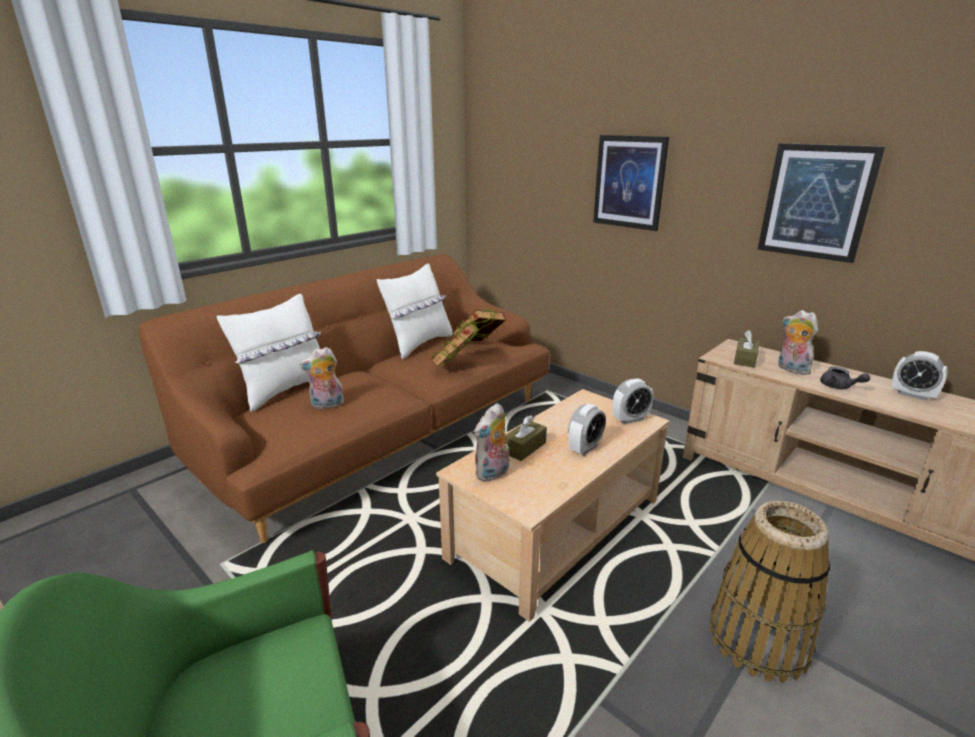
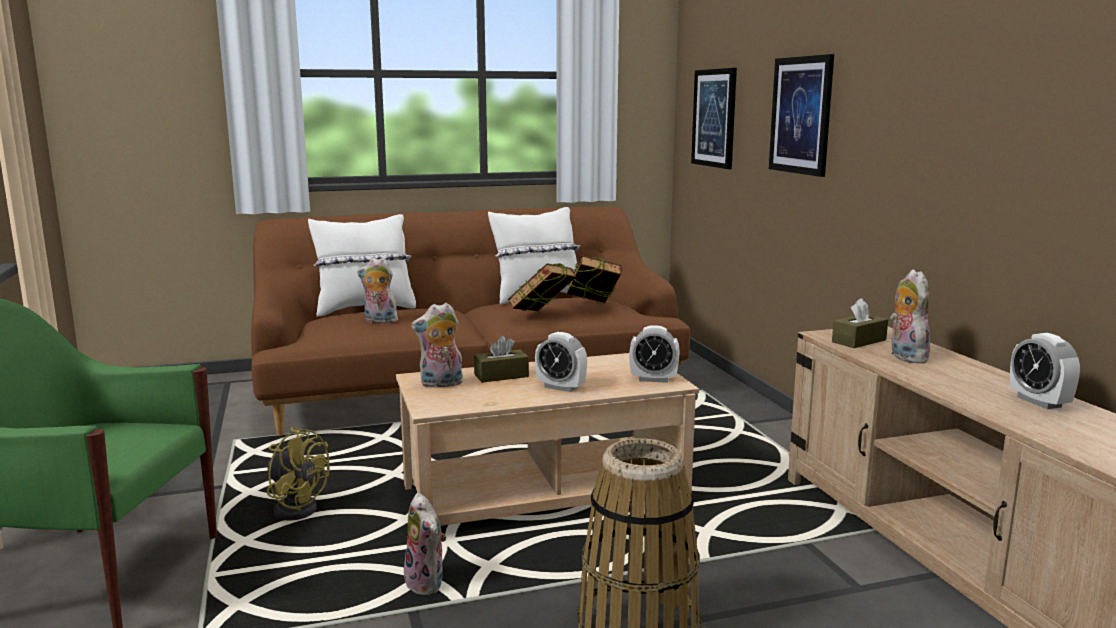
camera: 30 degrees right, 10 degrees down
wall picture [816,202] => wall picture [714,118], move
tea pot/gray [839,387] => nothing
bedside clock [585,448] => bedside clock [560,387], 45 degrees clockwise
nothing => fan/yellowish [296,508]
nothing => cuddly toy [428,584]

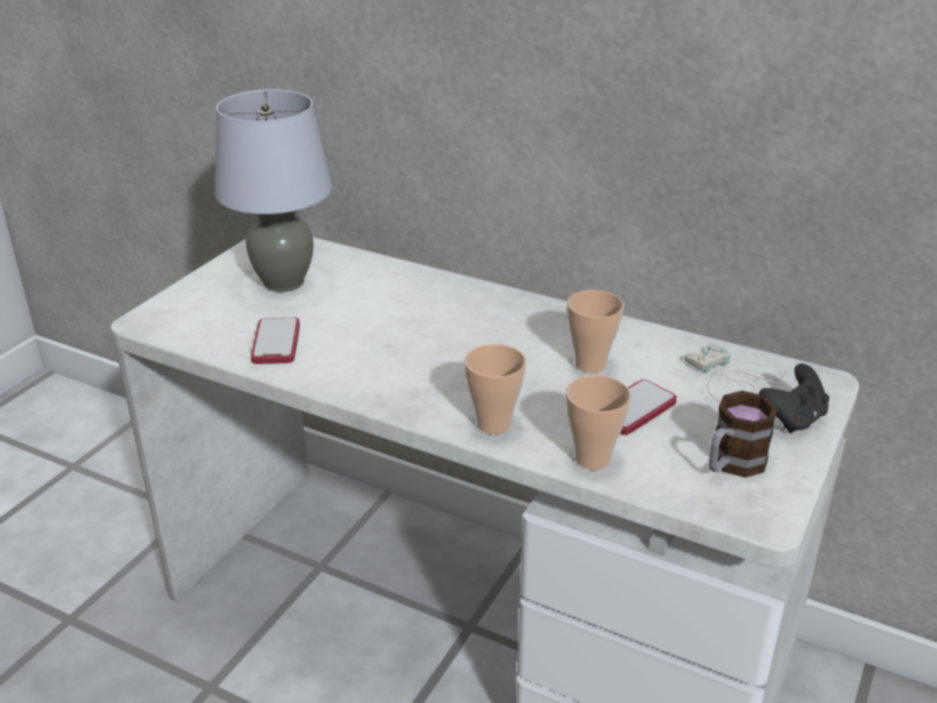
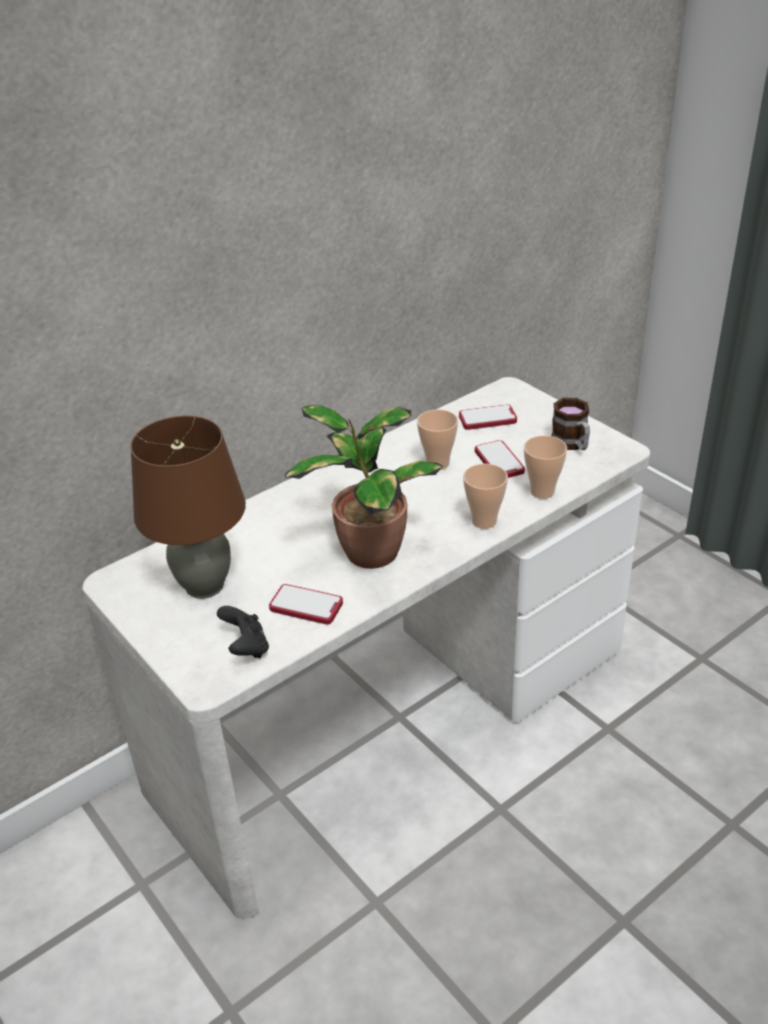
camera: 65 degrees left, 5 degrees up
lamp for a table/gray [283,283] => lamp for a table/brownish [205,586]
gamepad/white [726,380] => telephone [487,419]
gamepad/black [793,419] => gamepad/black [246,647], move
nothing => plant in a pot [368,551]

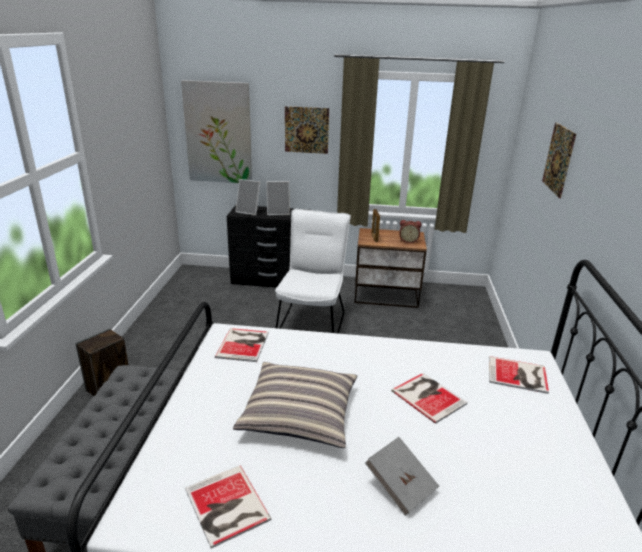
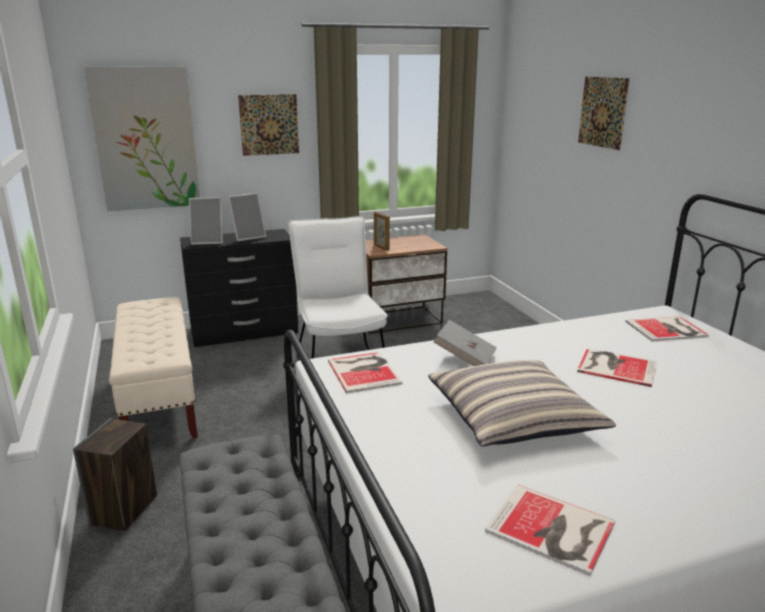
camera: 25 degrees left, 5 degrees down
bedside clock [408,241] => nothing
volume/gray [400,486] => volume/gray [465,358], move
nothing => long seat/beige [159,399]

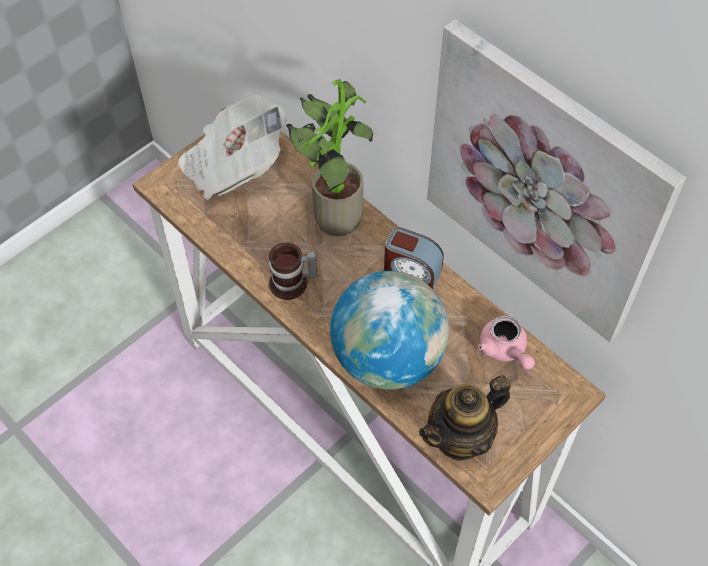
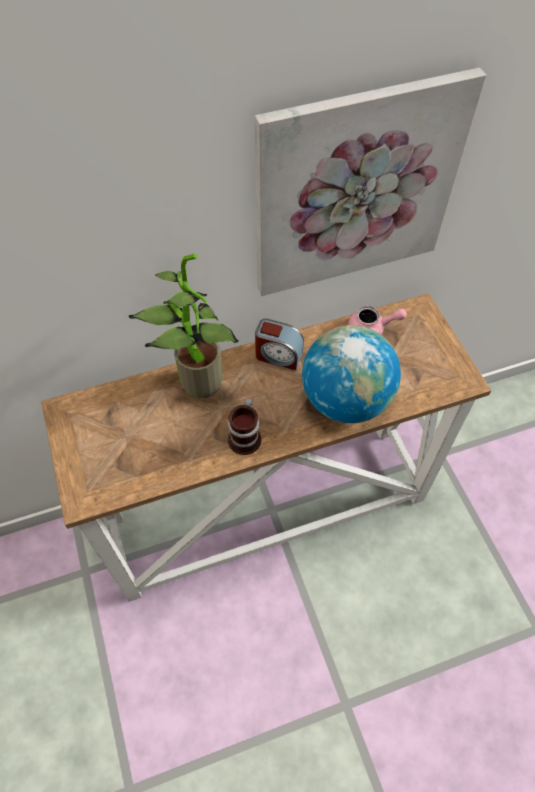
camera: 65 degrees left, 0 degrees up
newspaper [233,165] => nothing
bedside clock [411,272] => bedside clock [278,355], 60 degrees clockwise
tea pot [461,438] => nothing

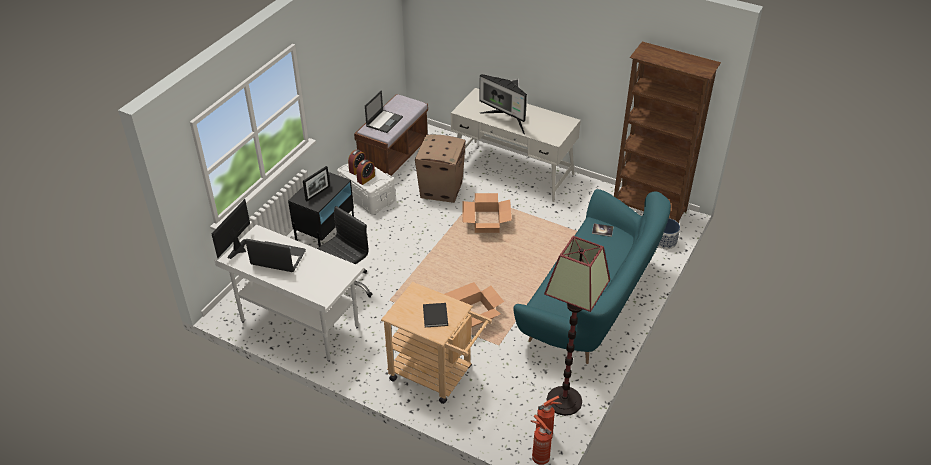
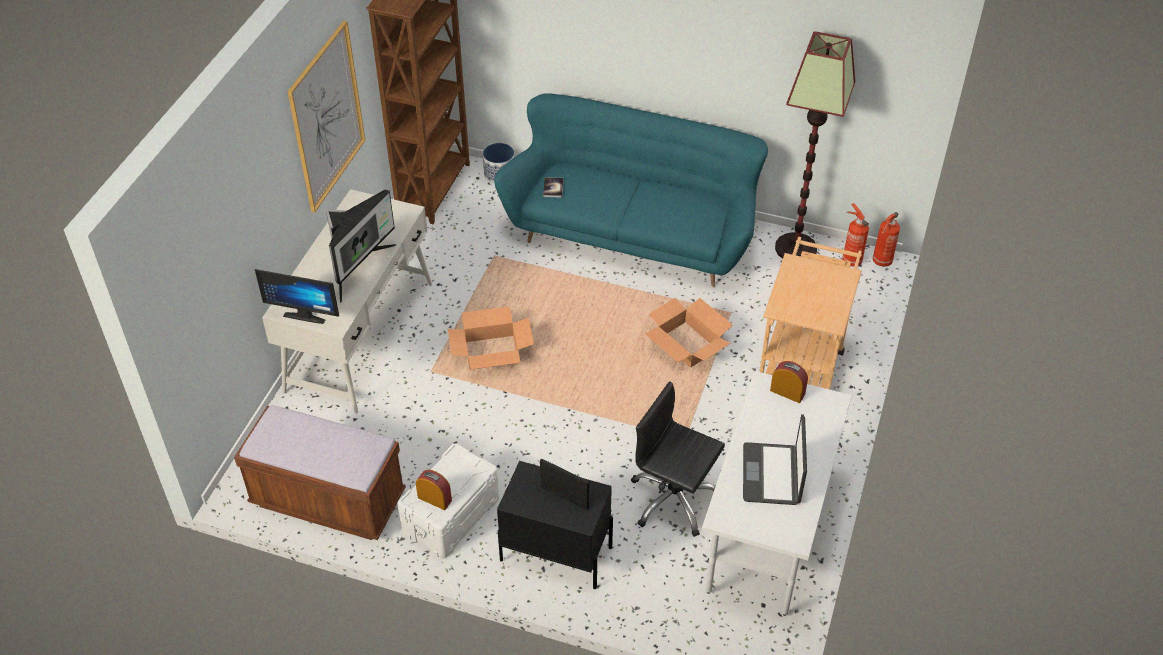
camera: 100 degrees left, 5 degrees up
portable computer [384,121] => nothing
cardboard box [441,189] => nothing
bedside clock [366,179] => bedside clock [787,392], move
computer display [240,250] => computer display [306,314], move
volume/black [435,316] => nothing
nothing => wall picture [327,117]

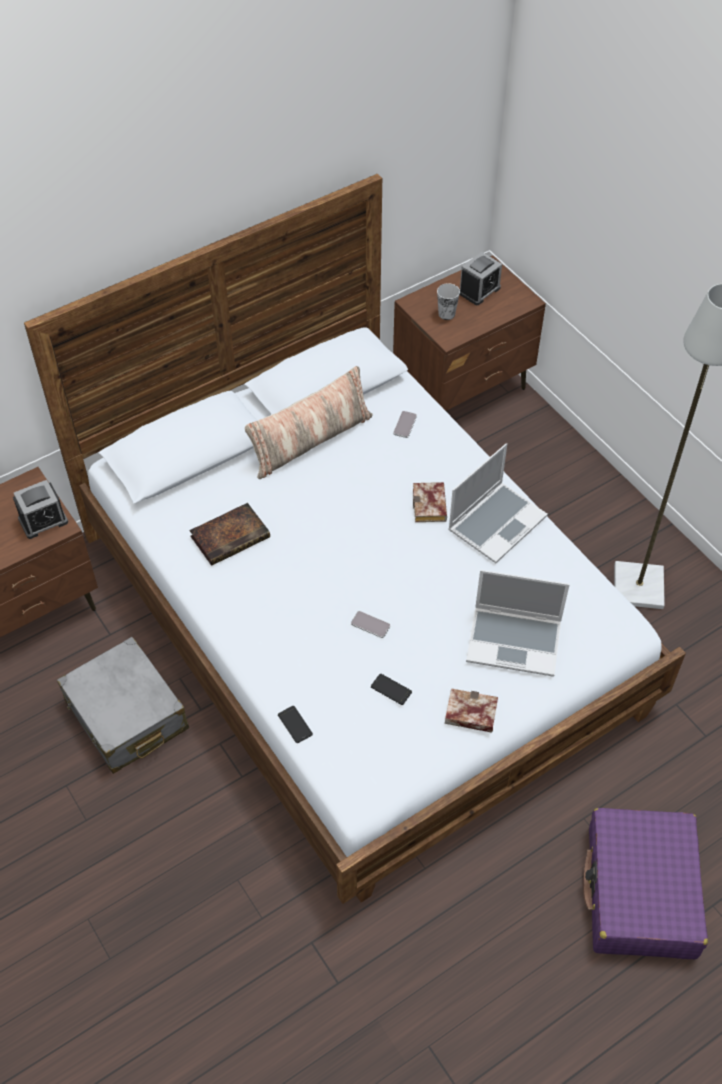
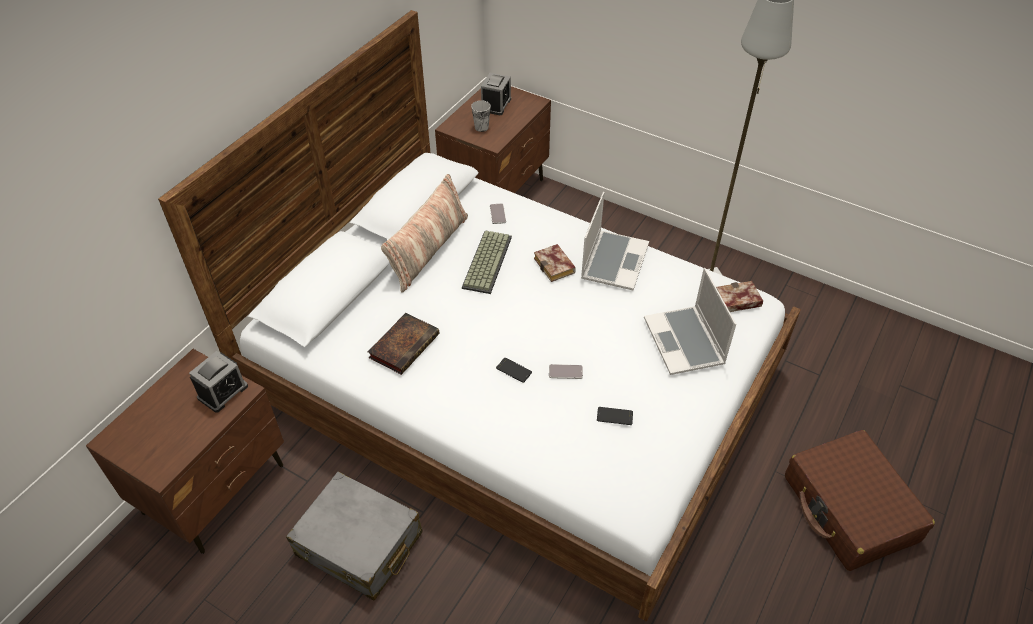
camera: 25 degrees left, 5 degrees down
portable computer [515,641] => portable computer [685,342], 90 degrees clockwise
volume [468,714] => volume [736,301], move
telephone [295,724] => telephone [514,370], move
suitcase/purple [640,892] => suitcase/brownish [850,509]
nothing => keyboard [486,261]

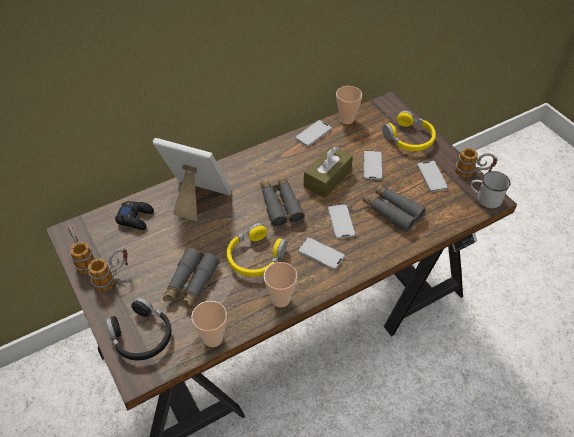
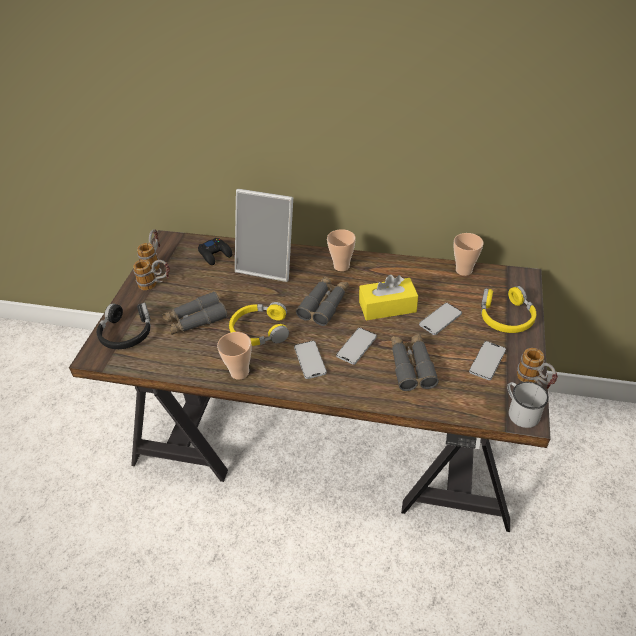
camera: 45 degrees right, 5 degrees down
telephone [313,134] => nothing
standing frame [196,199] => standing frame [269,265], 135 degrees clockwise
box of tissues/brownish [327,178] => box of tissues/yellowish [387,307]
small cup [213,338] => small cup [341,266], move

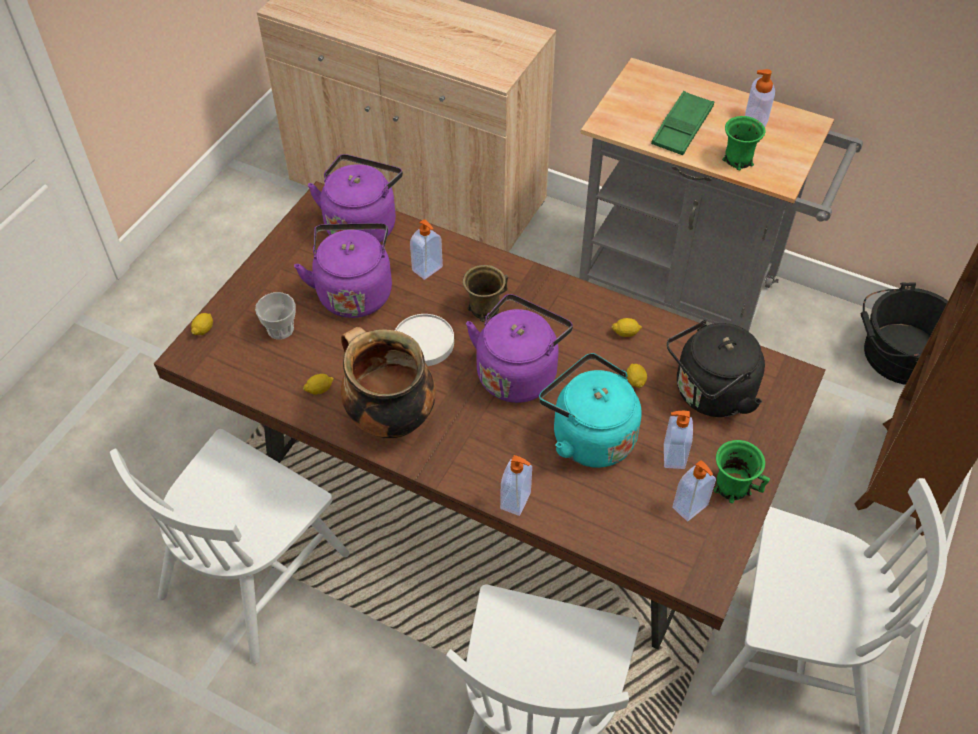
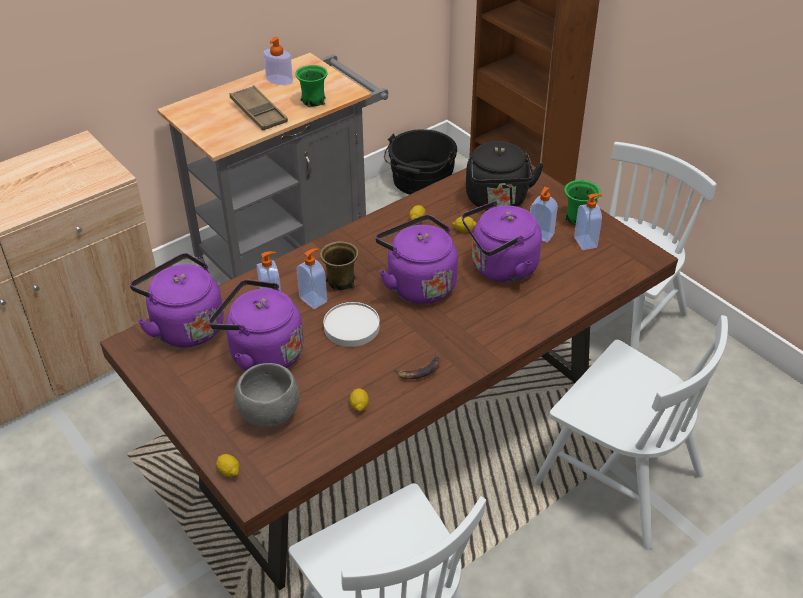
camera: 65 degrees left, 10 degrees down
tray/green [682,128] => tray/brownish [258,113]
small cup [280,329] => bowl/gray [270,414]
cooking pot [389,419] => banana [419,370]
water kettle/turquoise-coloured [588,436] => water kettle/purple [500,268]
soap dispenser [516,501] => soap dispenser [314,299], move

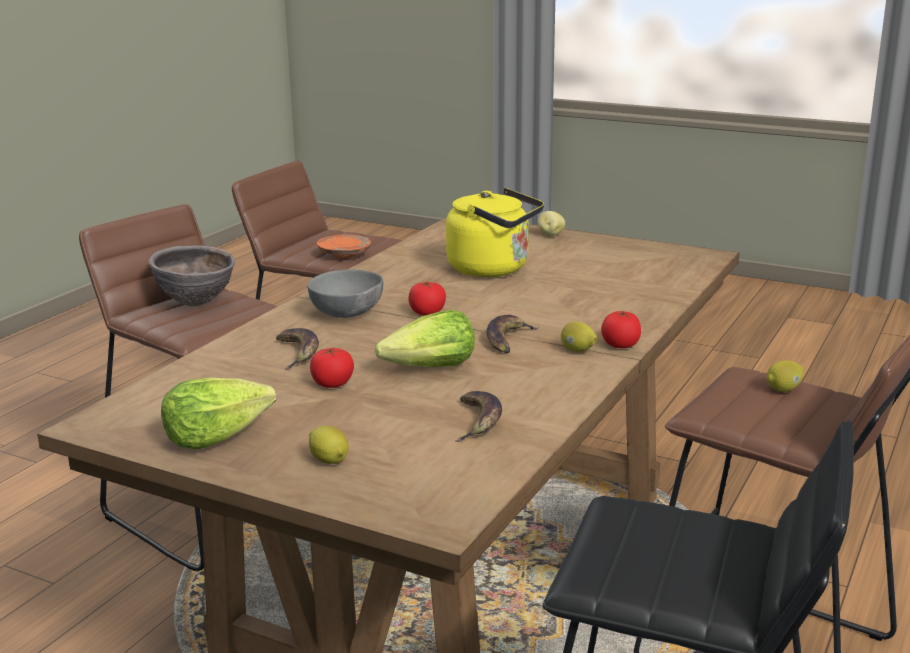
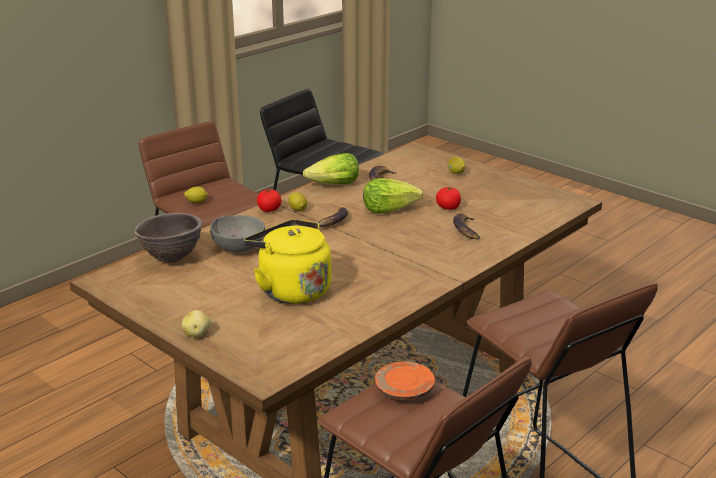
camera: 165 degrees left, 5 degrees up
bowl/brownish [196,304] => bowl/brownish [171,259], move
bowl/gray [348,315] => bowl/gray [238,247], move
whole tomato [427,313] => nothing
lettuce [216,436] => lettuce [334,185], move

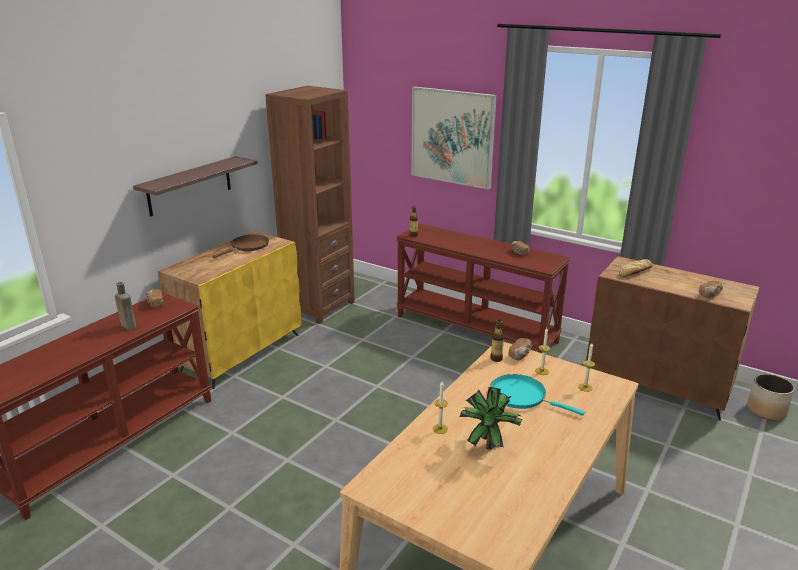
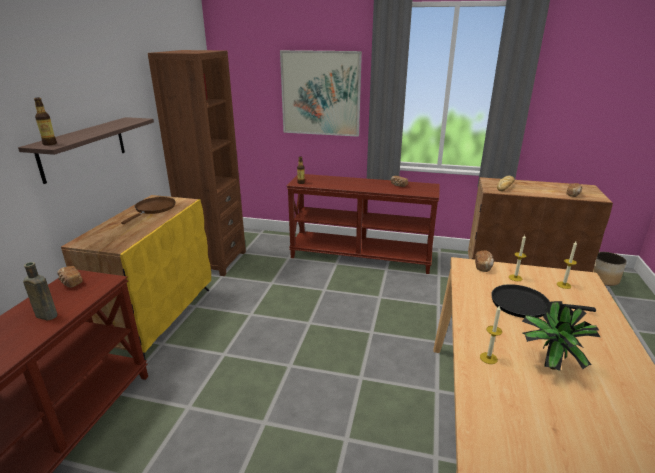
camera: 20 degrees left, 0 degrees up
beverage bottle [496,359] => beverage bottle [50,144], move
frying pan/turquoise-coloured [522,396] => frying pan/black [524,305]

